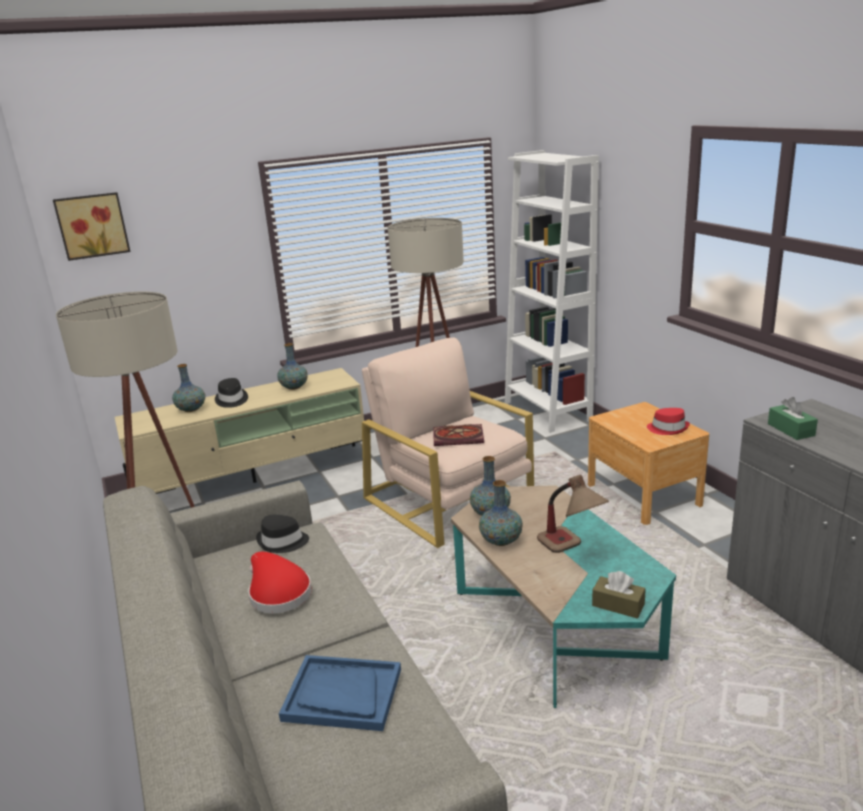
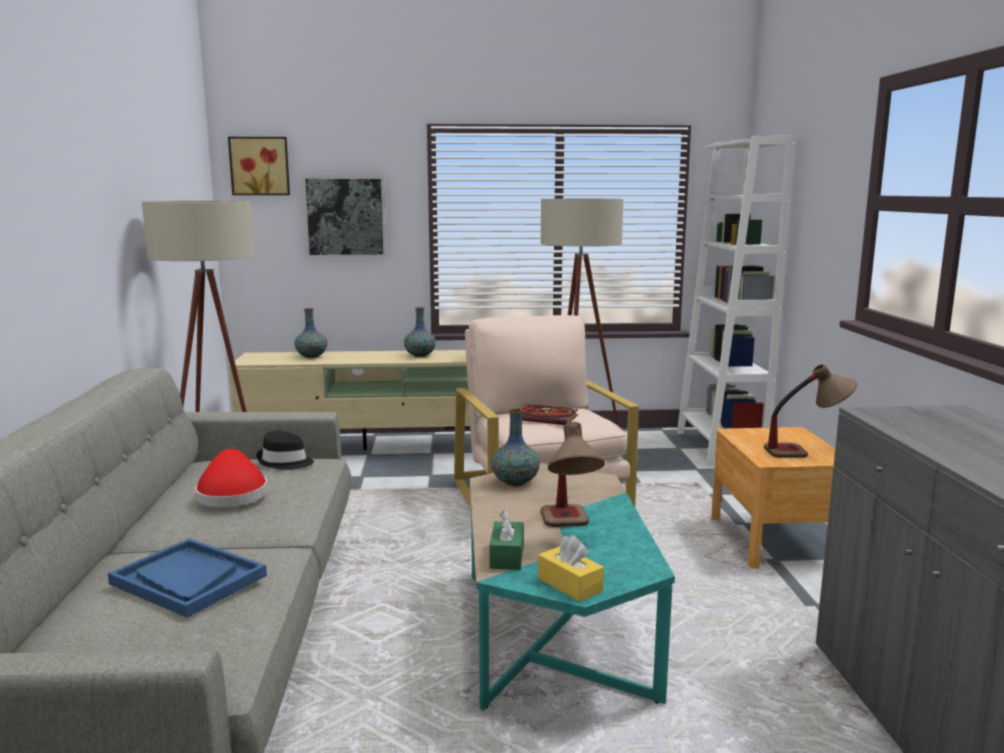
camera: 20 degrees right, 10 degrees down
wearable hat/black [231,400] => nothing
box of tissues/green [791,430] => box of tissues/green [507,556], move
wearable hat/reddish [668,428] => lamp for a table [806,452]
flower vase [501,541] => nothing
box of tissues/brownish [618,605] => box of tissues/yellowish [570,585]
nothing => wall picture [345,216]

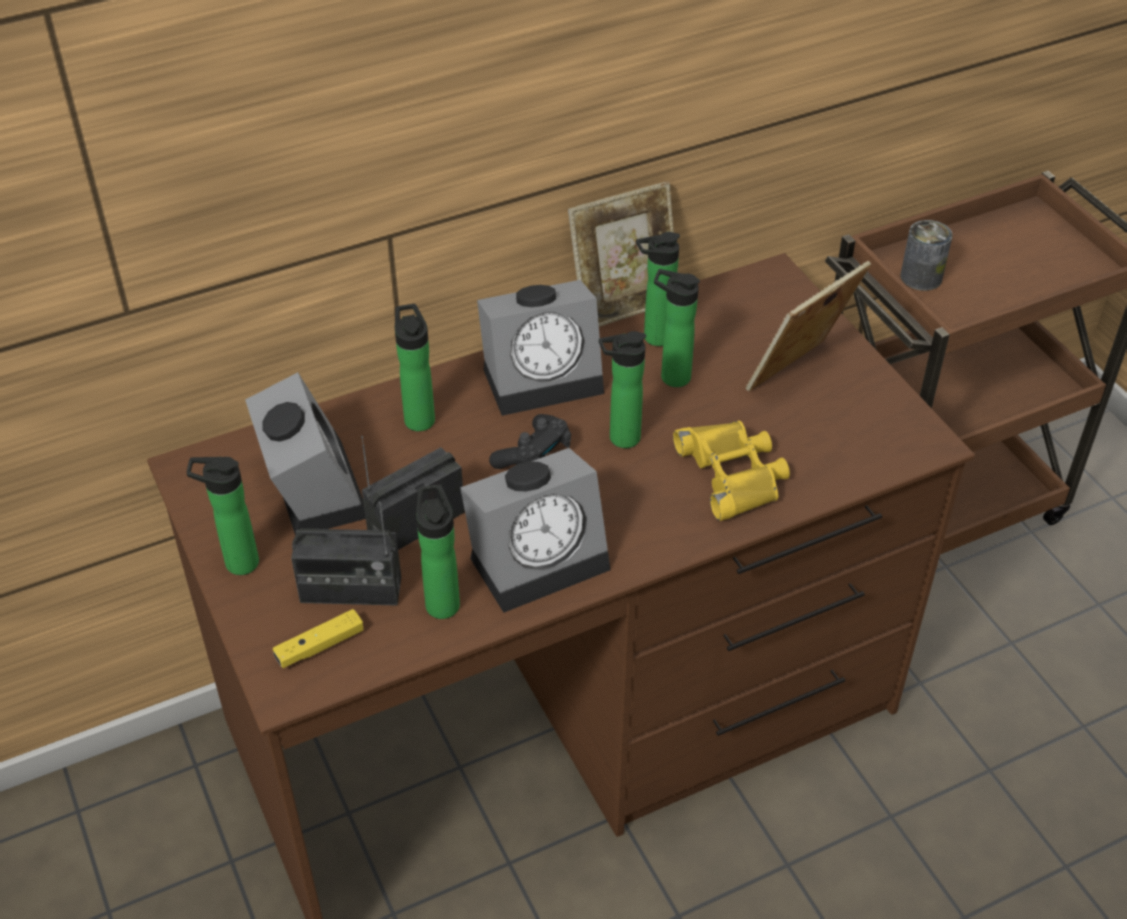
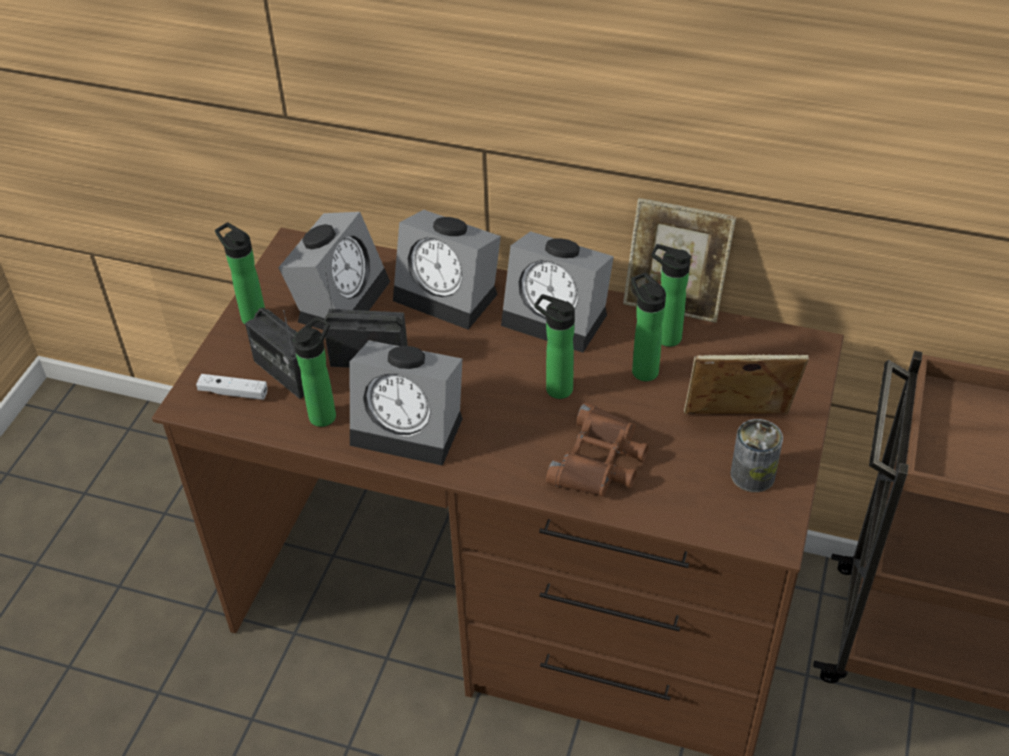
camera: 45 degrees right, 0 degrees up
sealed can [921,277] => sealed can [752,475], move
beverage bottle [418,417] => bedside clock [450,295]
gamepad/black [534,455] => nothing
field glasses/yellowish [733,474] => field glasses/brownish [600,460]
gamepad/yellowish [320,646] => gamepad/white [233,392]

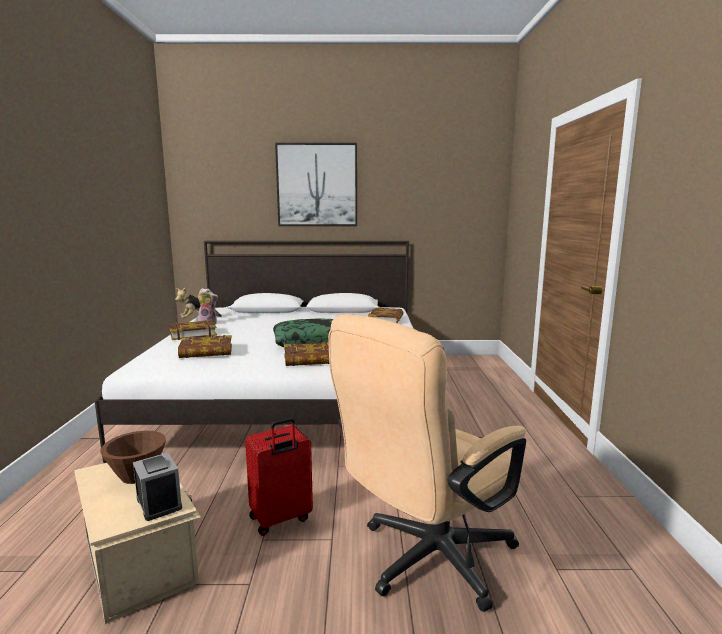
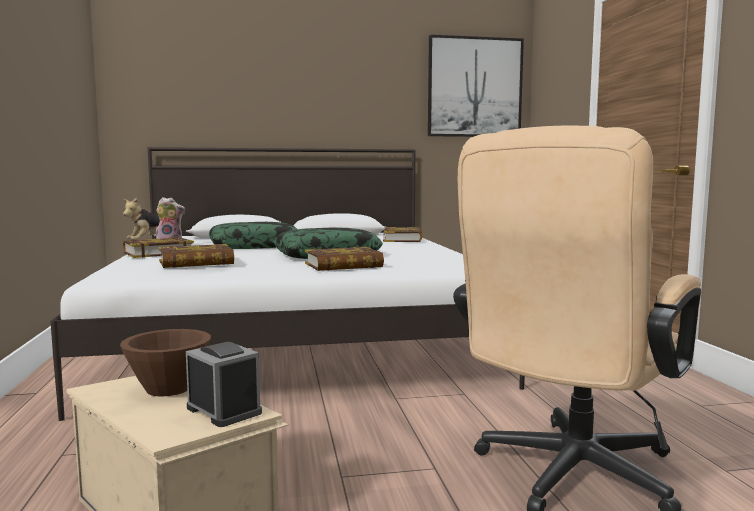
camera: 10 degrees left, 5 degrees down
wall picture [317,185] => wall picture [474,87], move
suitcase/reddish [280,519] => nothing
nothing => cushion [254,246]

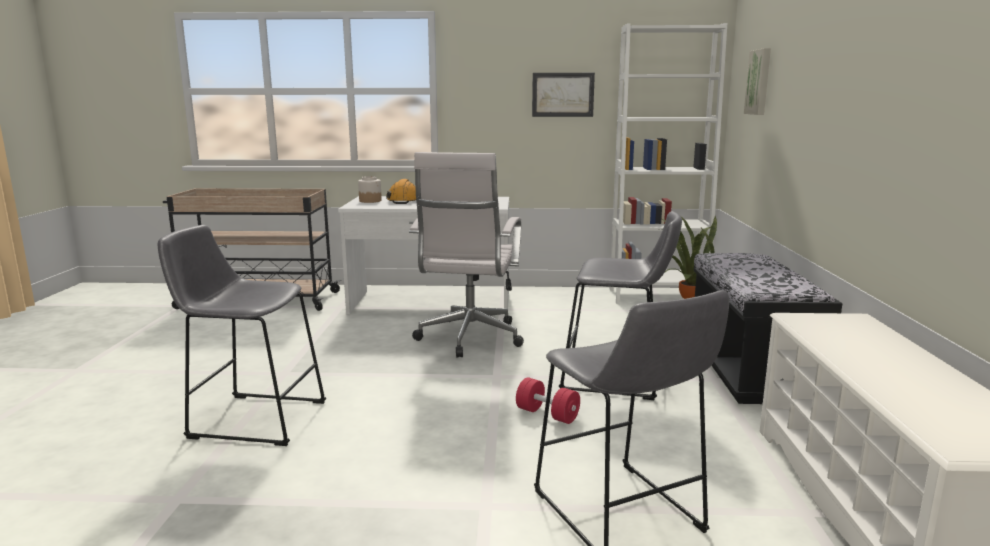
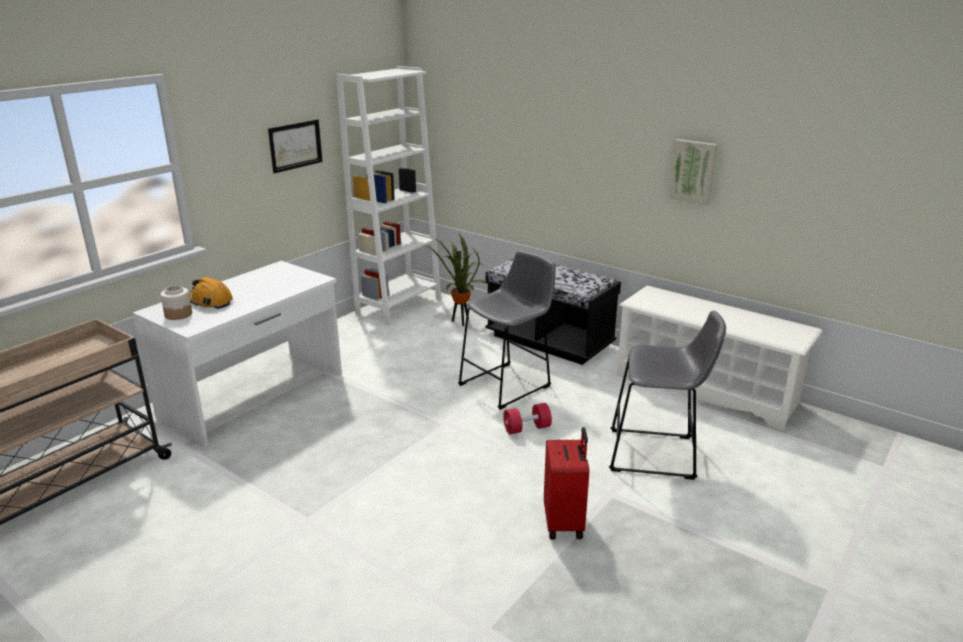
camera: 55 degrees left, 10 degrees up
wall picture [759,82] => wall picture [693,171], move
office chair/white [469,339] => nothing
stool/gray [252,418] => nothing
nothing => suitcase/reddish [565,523]

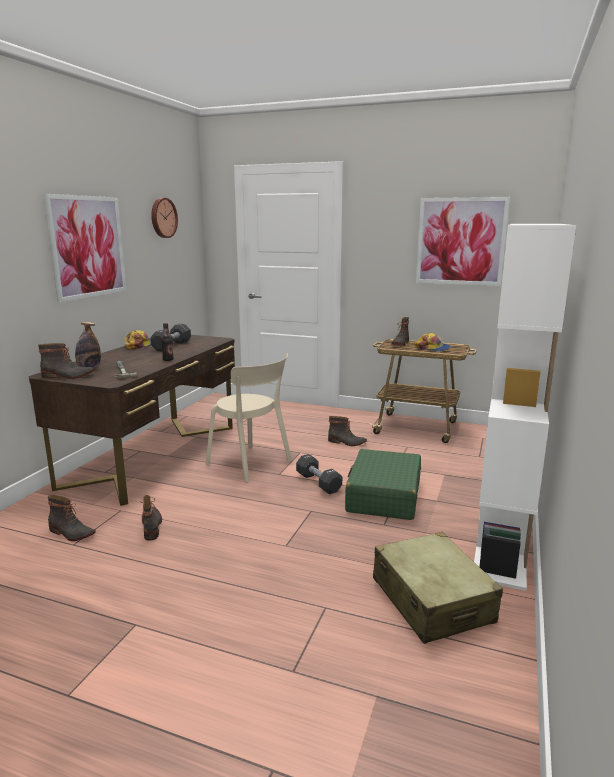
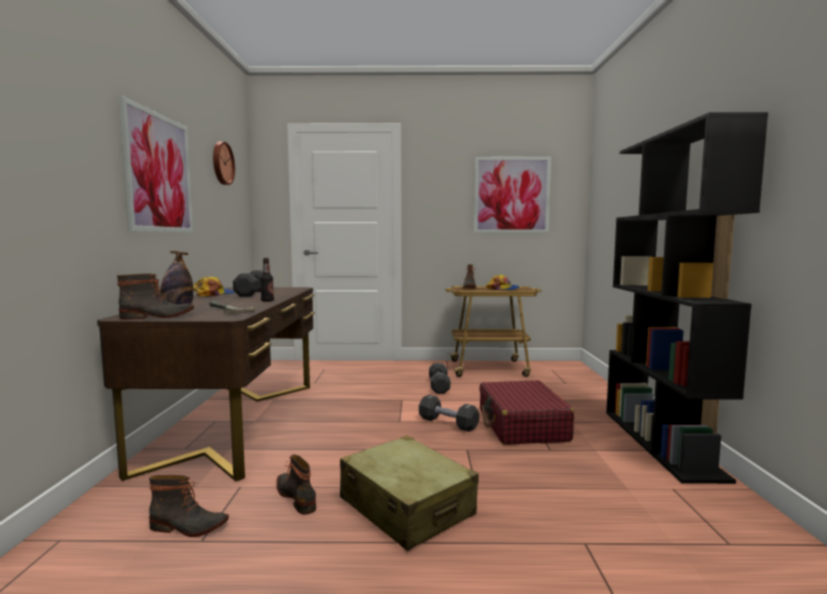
camera: 20 degrees left, 10 degrees down
shelving unit/white [502,537] => shelving unit/black [661,443]
upright chair/beige [251,464] => nothing
tall boot [346,442] => hand weight/black [439,386]
suitcase/green [383,496] => suitcase/reddish [522,425]
suitcase/beige [432,600] => suitcase/beige [407,507], move

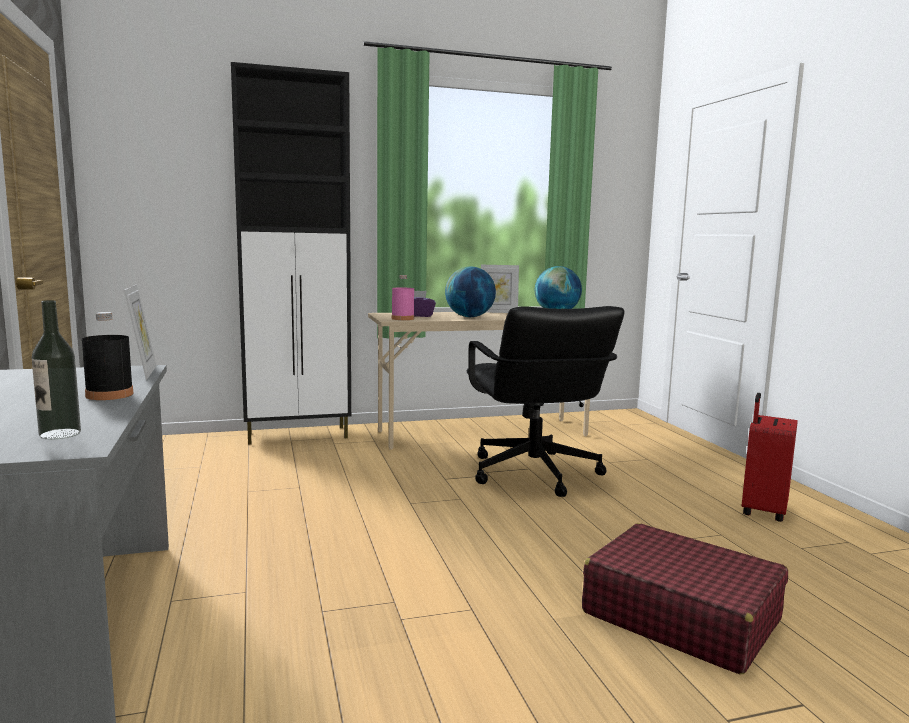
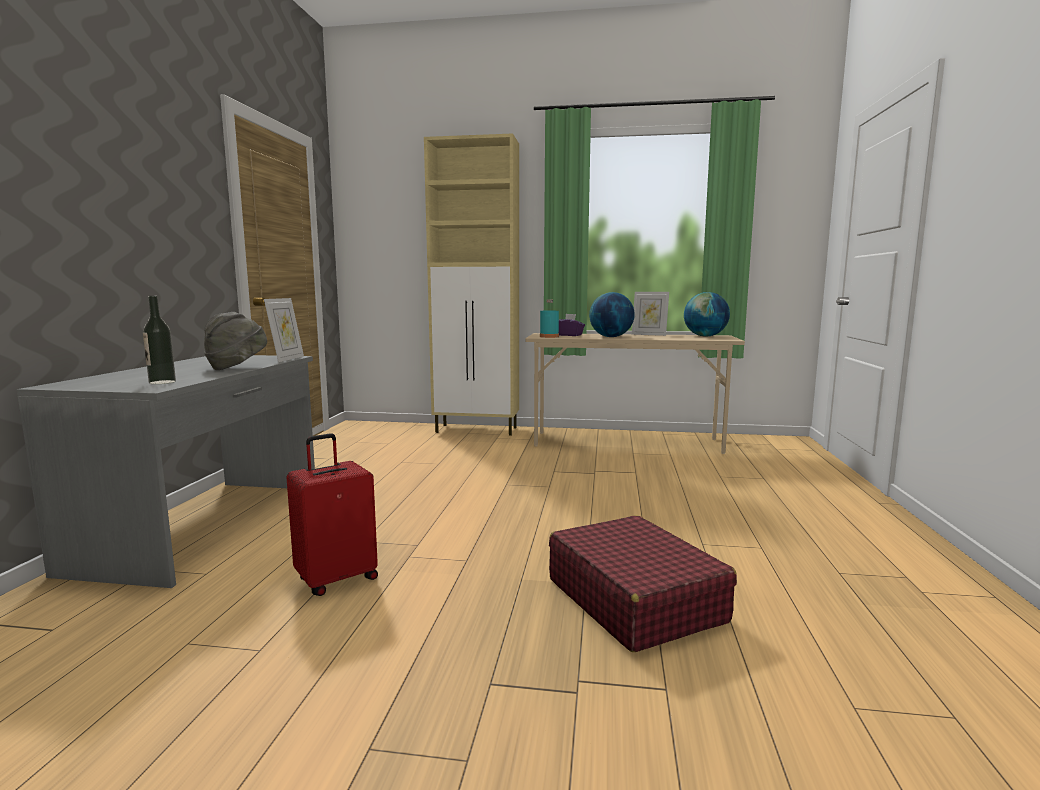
camera: 25 degrees right, 0 degrees up
cupboard/black [299,435] => cupboard/beige [477,430]
beverage bottle/pink-coloured [402,318] => beverage bottle/turquoise-coloured [549,336]
office chair/black [533,474] => nothing
beverage bottle/black [109,395] => wearable hat/gray [237,367]
suitcase/reddish [762,511] => suitcase/reddish [336,579], move

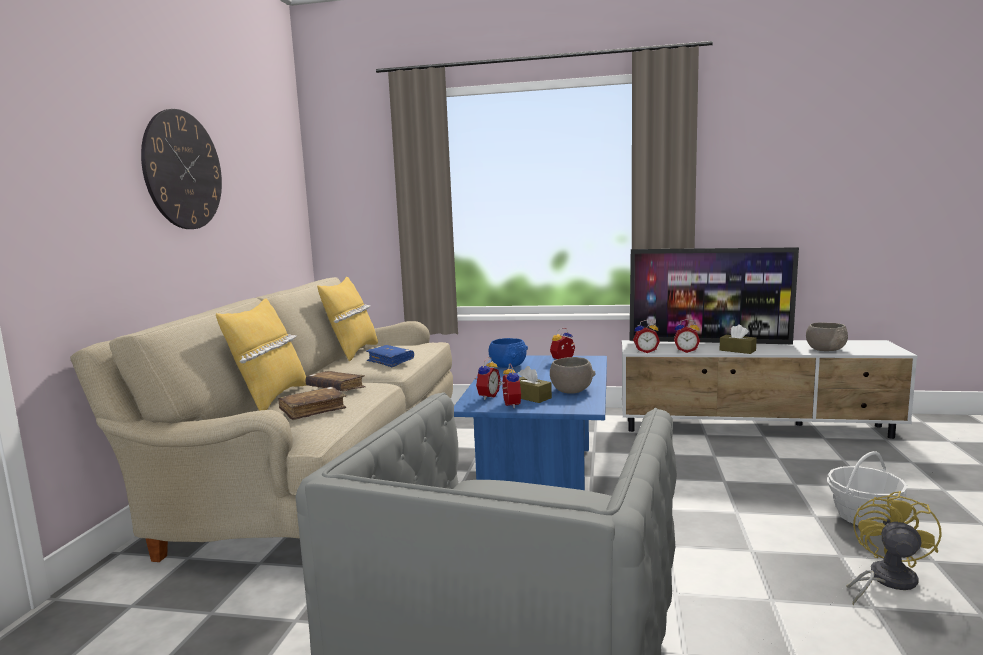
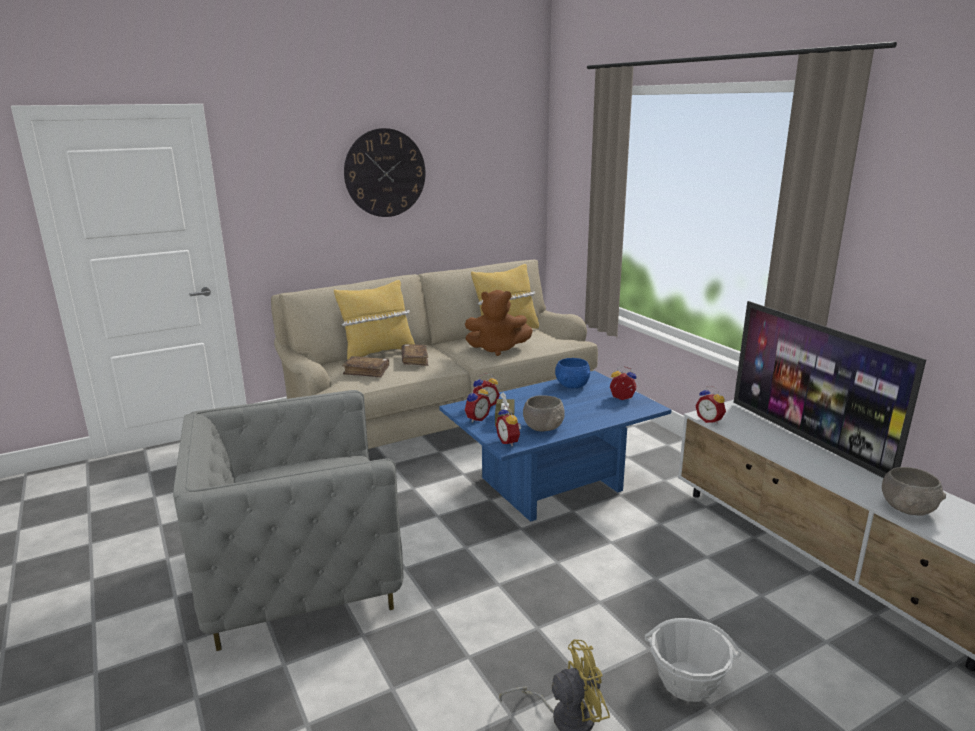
camera: 50 degrees right, 10 degrees up
bedside clock [686,351] => bedside clock [509,442], move
box of tissues/brownish [737,350] => nothing
volume/blue-coloured [390,361] => cuddly toy/brownish [497,349]

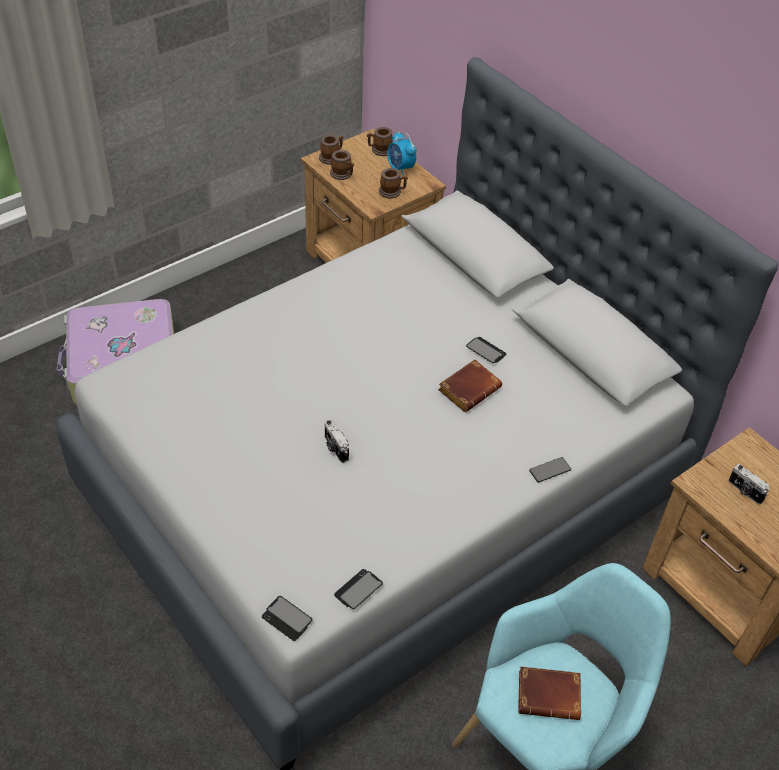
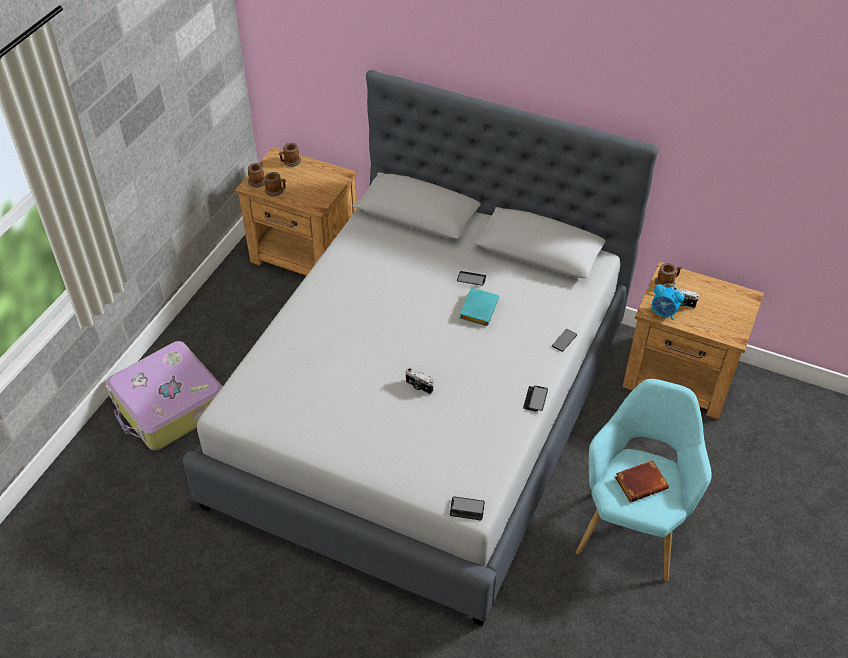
camera: 25 degrees left, 0 degrees up
bedside clock [400,168] => bedside clock [663,313], move
coffee mug [392,192] => coffee mug [667,282], move
volume/brownish [469,388] => volume/turquoise-coloured [478,308]
telephone [358,590] => telephone [535,399], move

